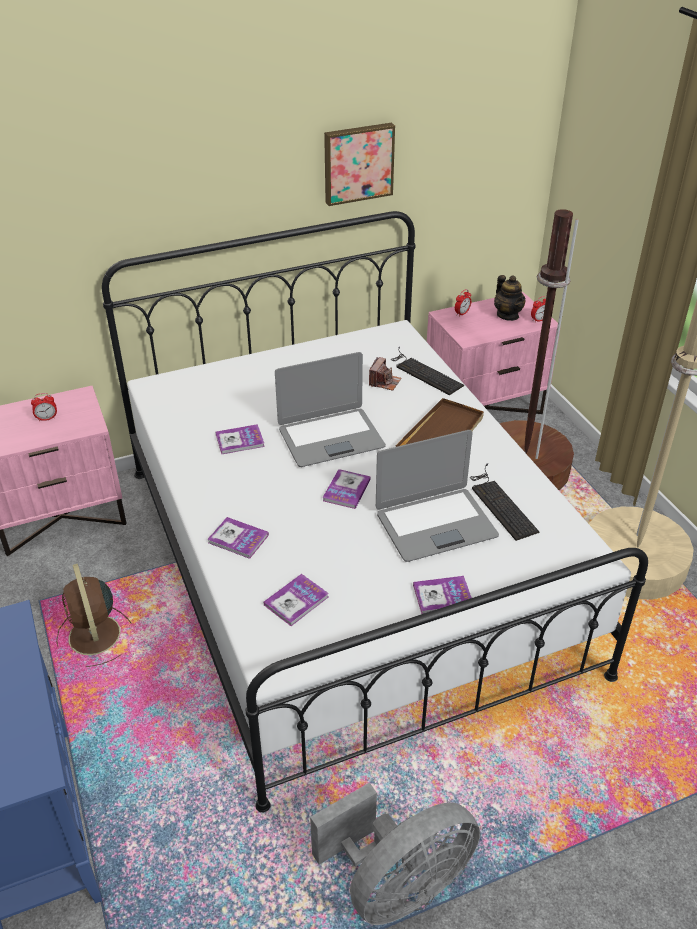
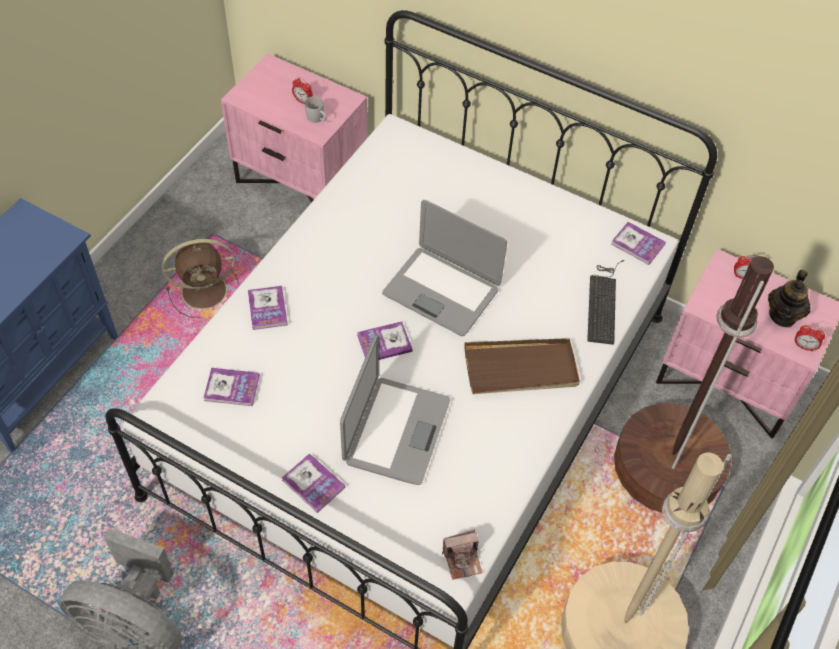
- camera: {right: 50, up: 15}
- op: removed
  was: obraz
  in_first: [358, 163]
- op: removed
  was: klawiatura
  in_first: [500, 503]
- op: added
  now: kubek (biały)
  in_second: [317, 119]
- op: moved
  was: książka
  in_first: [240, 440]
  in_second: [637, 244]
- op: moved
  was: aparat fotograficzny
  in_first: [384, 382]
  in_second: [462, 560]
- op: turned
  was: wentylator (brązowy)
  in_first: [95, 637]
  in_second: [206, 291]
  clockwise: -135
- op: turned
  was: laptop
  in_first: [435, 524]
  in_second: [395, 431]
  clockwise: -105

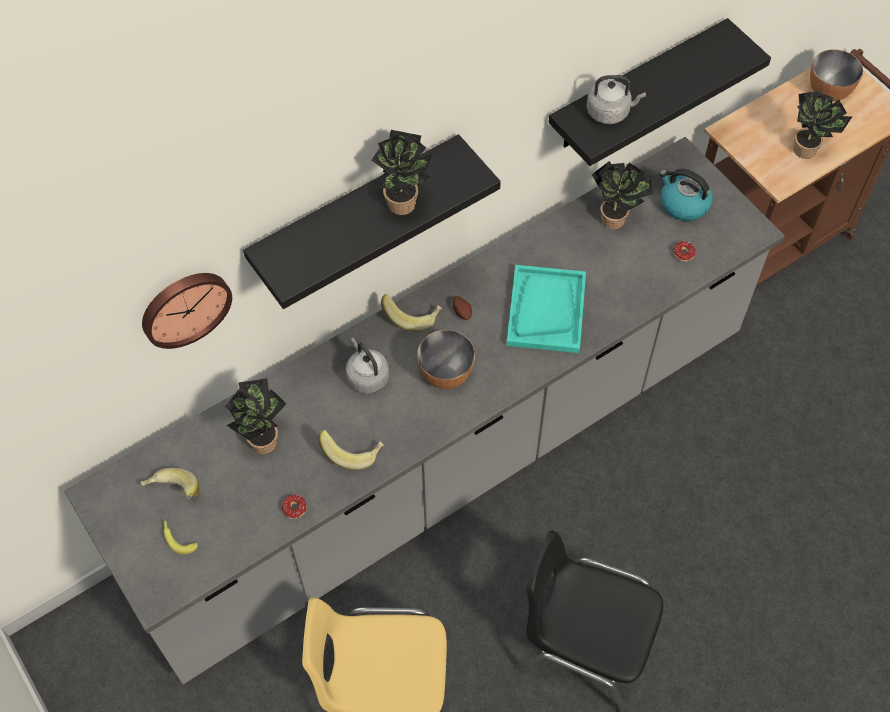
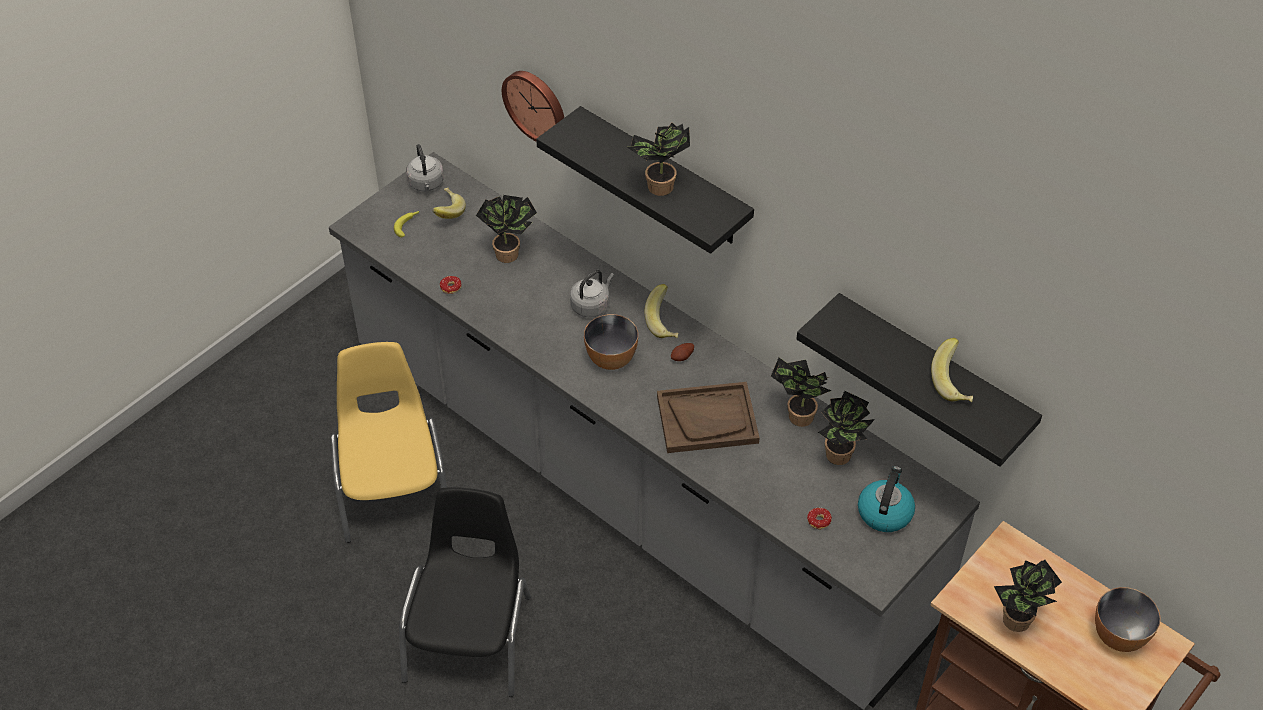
- camera: {right: 75, up: -10}
- op: added
  now: roślina doniczkowa
  in_second: [797, 416]
- op: moved
  was: banan
  in_first: [352, 452]
  in_second: [954, 383]
- op: moved
  was: czajnik (szary)
  in_first: [610, 112]
  in_second: [426, 184]
- op: recoloured
  was: taca (turkusowy)
  now: taca (brązowy)
  in_first: [546, 310]
  in_second: [707, 419]

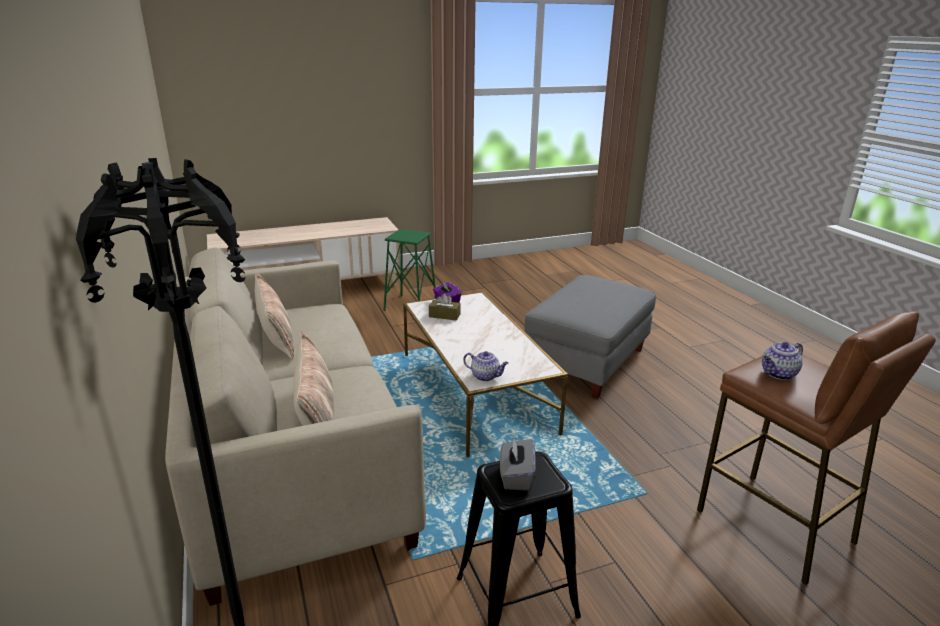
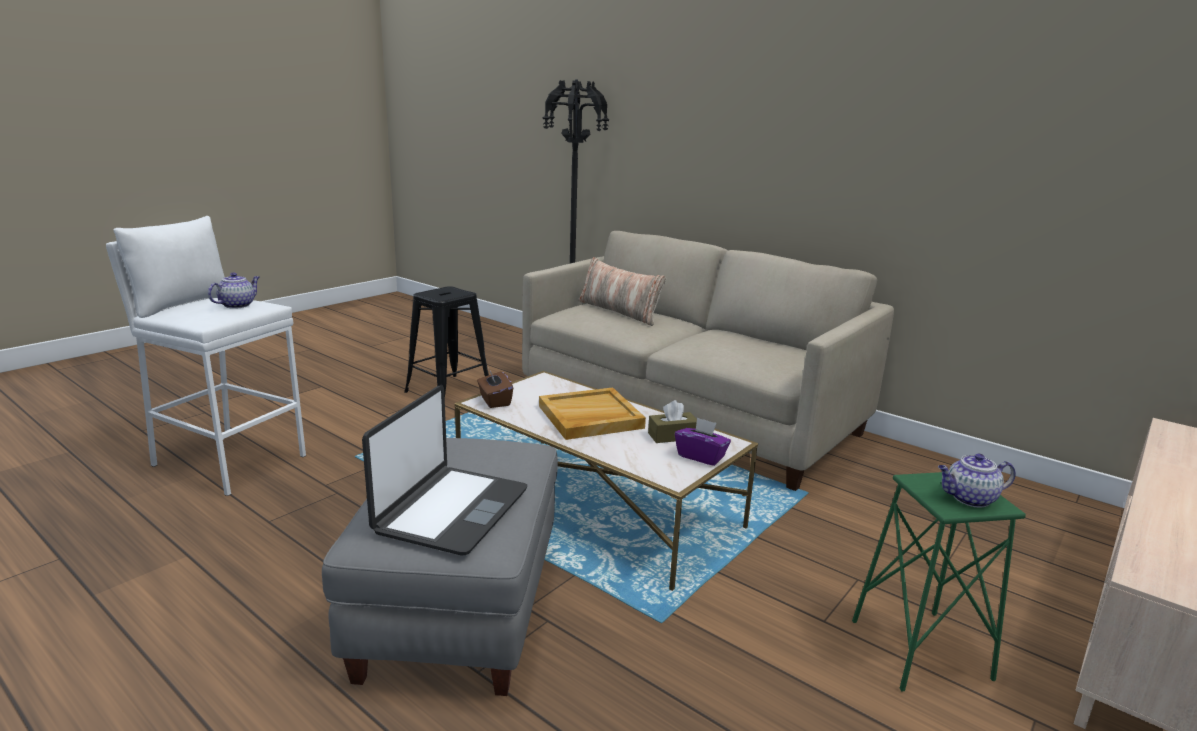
- camera: {right: 150, up: -5}
- op: removed
  was: poduszka
  in_first: [275, 335]
- op: removed
  was: pudełko chusteczek (szary)
  in_first: [516, 476]
- op: added
  now: laptop
  in_second: [451, 510]
- op: added
  now: pudełko chusteczek (brązowy)
  in_second: [494, 401]
- op: added
  now: taca (beżowy)
  in_second: [590, 417]
- op: moved
  was: imbryk
  in_first: [486, 376]
  in_second: [969, 499]
- op: recoloured
  was: stołek (brązowy)
  now: stołek (biały)
  in_first: [775, 526]
  in_second: [229, 460]

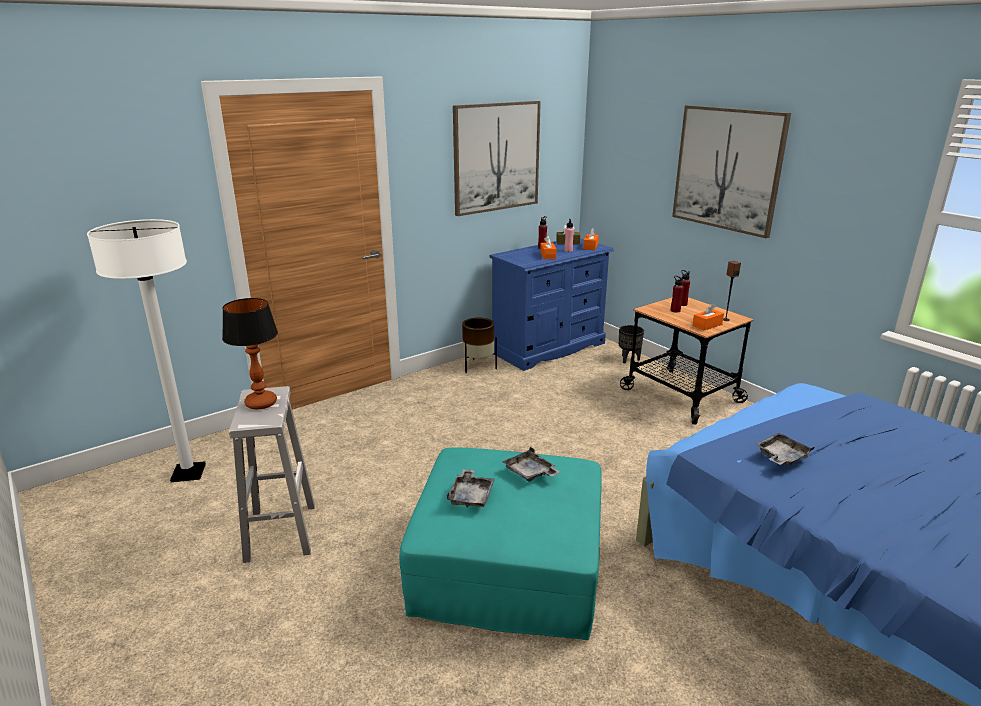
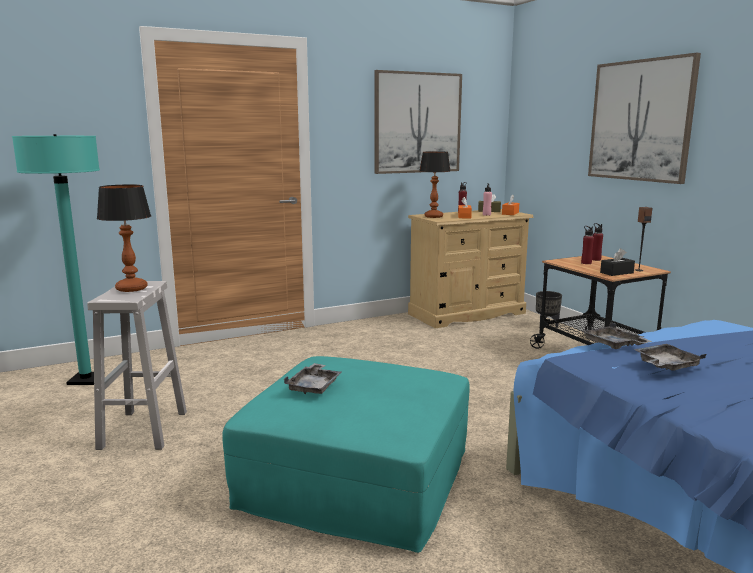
- camera: {right: 10, up: -10}
- op: removed
  was: donica (brązowy)
  in_first: [478, 367]
- op: added
  now: lampa stołowa
  in_second: [434, 216]
- op: moved
  was: taca (szary)
  in_first: [530, 473]
  in_second: [614, 345]
- op: recoloured
  was: lampa stojąca (biały)
  now: lampa stojąca (turkusowy)
  in_first: [188, 473]
  in_second: [86, 380]
- op: recoloured
  was: komoda (niebieski)
  now: komoda (beżowy)
  in_first: [549, 348]
  in_second: [467, 313]
- op: recoloured
  was: pudełko chusteczek (pomarańczowy)
  now: pudełko chusteczek (czarny)
  in_first: [707, 325]
  in_second: [616, 273]

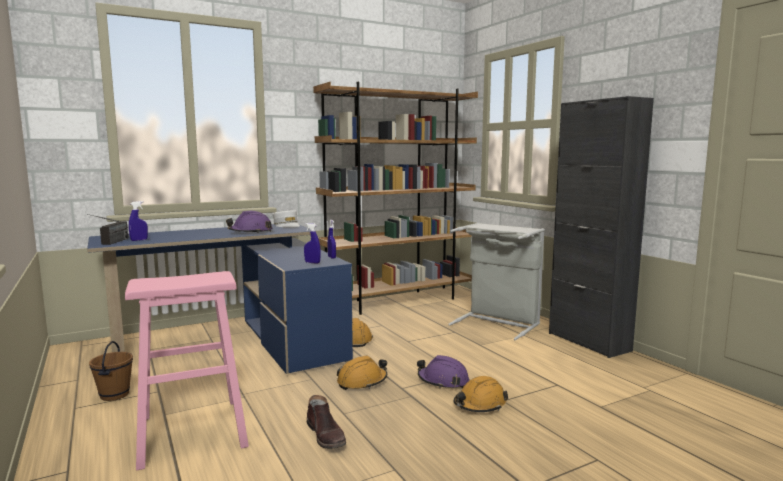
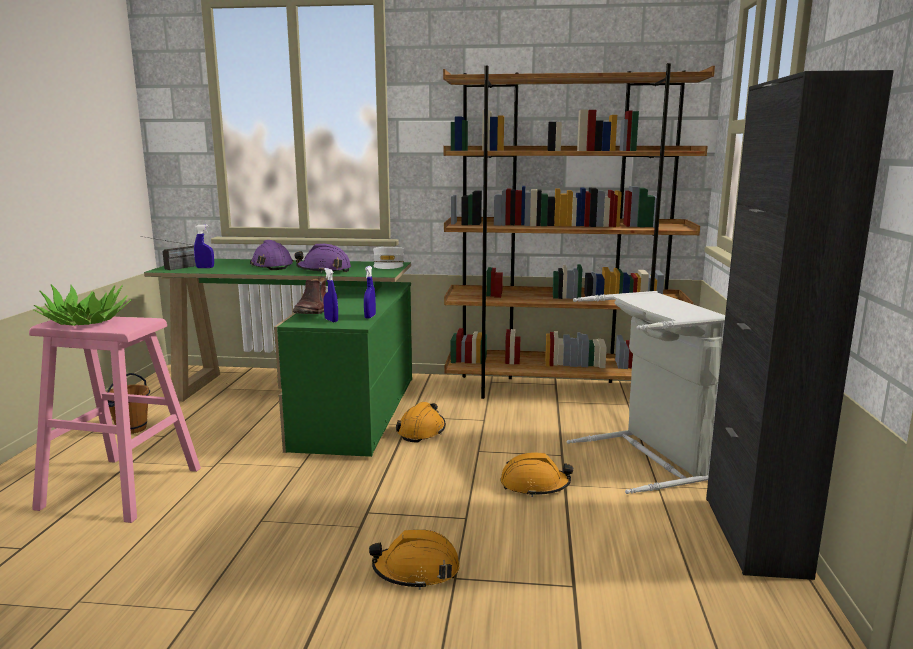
- camera: {right: 35, up: 5}
- op: added
  now: roślina doniczkowa
  in_second: [86, 321]
- op: moved
  was: but z cholewką (brązowy)
  in_first: [326, 435]
  in_second: [313, 310]
- op: moved
  was: kask (pomarańczowy)
  in_first: [362, 382]
  in_second: [534, 485]
- op: moved
  was: kask (fioletowy)
  in_first: [443, 381]
  in_second: [271, 266]
- op: recoloured
  was: biurko (niebieski)
  now: biurko (zielony)
  in_first: [238, 342]
  in_second: [305, 401]

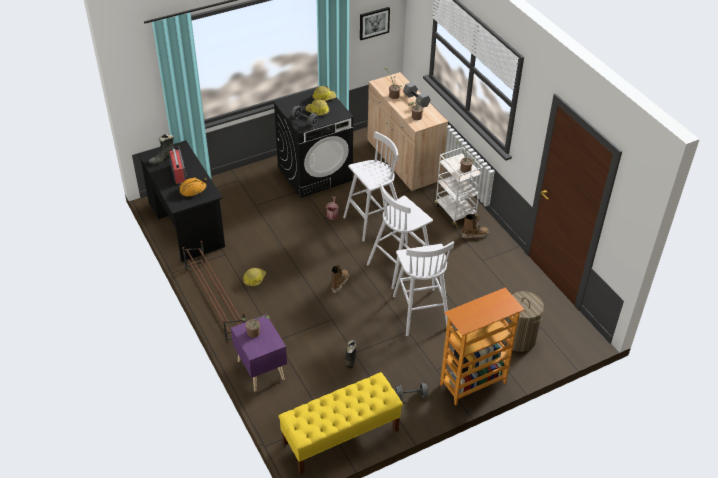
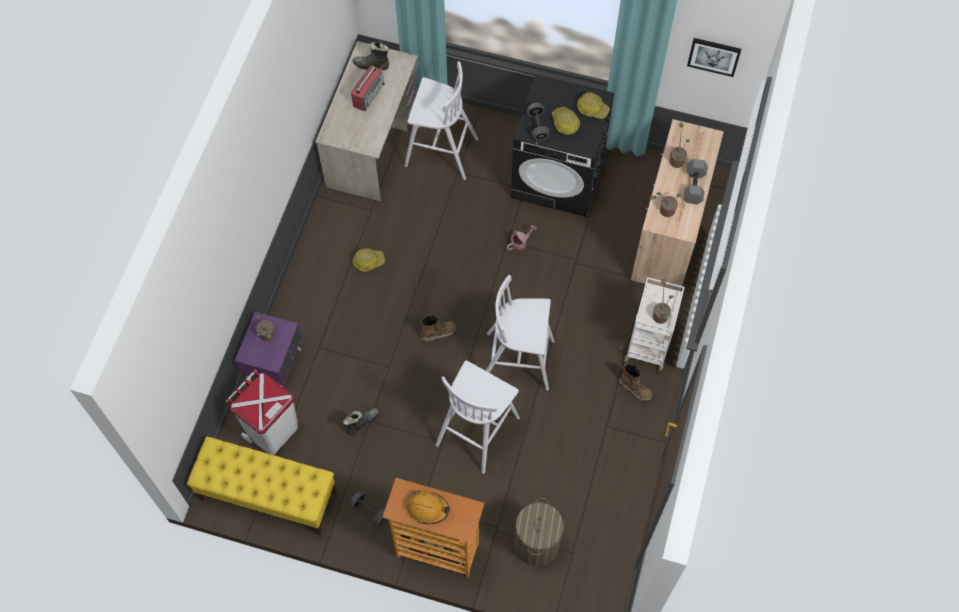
- camera: {right: 45, up: 20}
- op: removed
  was: regał na buty (brązowy)
  in_first: [215, 301]
- op: added
  now: kosz na śmieci (biały)
  in_second: [272, 431]
- op: moved
  was: kask (pomarańczowy)
  in_first: [193, 190]
  in_second: [428, 508]
- op: moved
  was: stołek (biały)
  in_first: [373, 221]
  in_second: [440, 152]
- op: recoloured
  was: biurko (czarny)
  now: biurko (beżowy)
  in_first: [186, 224]
  in_second: [372, 144]

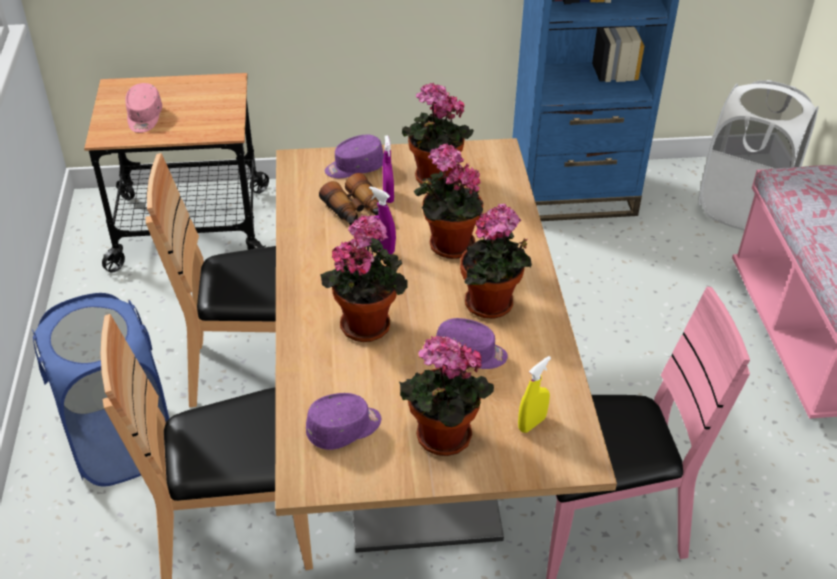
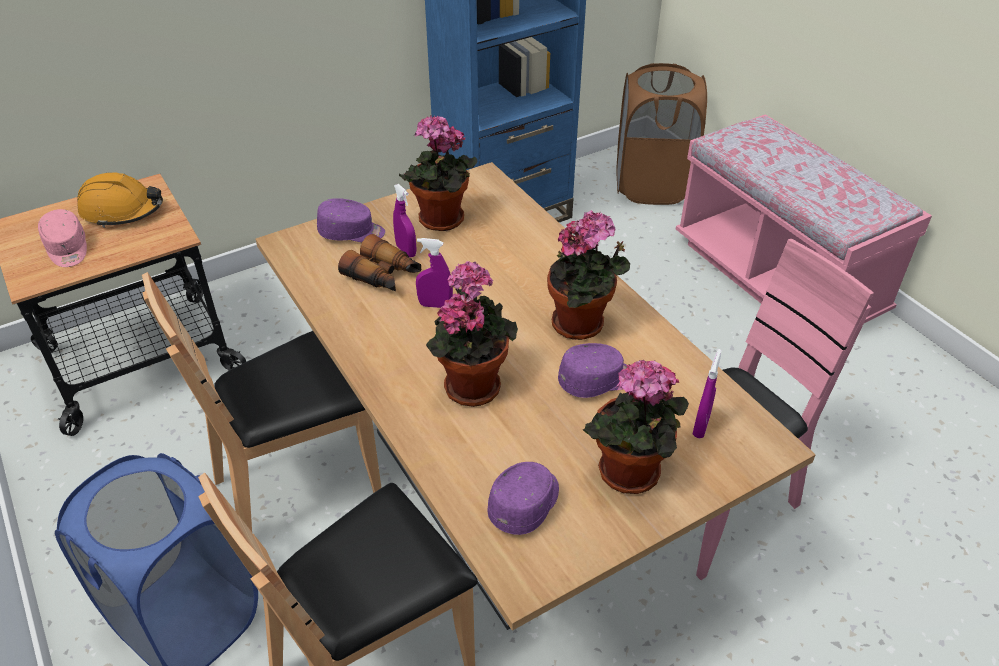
- camera: {right: -25, up: 0}
- op: removed
  was: roślina doniczkowa
  in_first: [447, 245]
- op: added
  now: kask (pomarańczowy)
  in_second: [122, 211]
- op: recoloured
  was: spryskiwacz (żółty)
  now: spryskiwacz (fioletowy)
  in_first: [531, 423]
  in_second: [700, 426]
- op: recoloured
  was: kosz na pranie (biały)
  now: kosz na pranie (brązowy)
  in_first: [742, 207]
  in_second: [652, 186]
- op: turned
  was: czapka z daszkiem (fioletowy)
  in_first: [354, 167]
  in_second: [352, 233]
  clockwise: -135

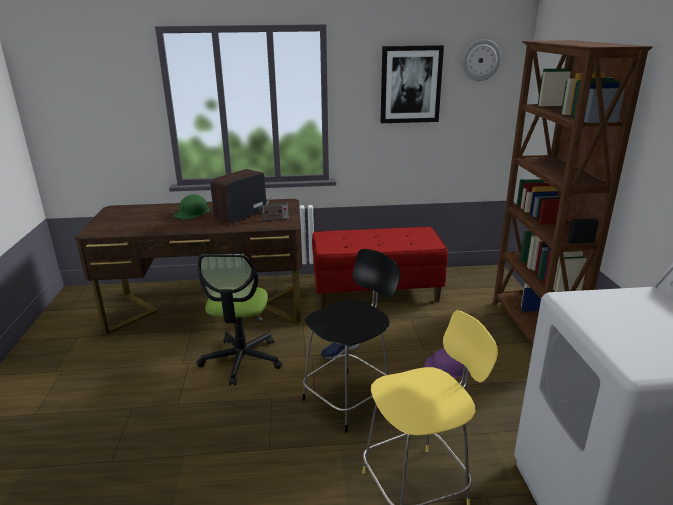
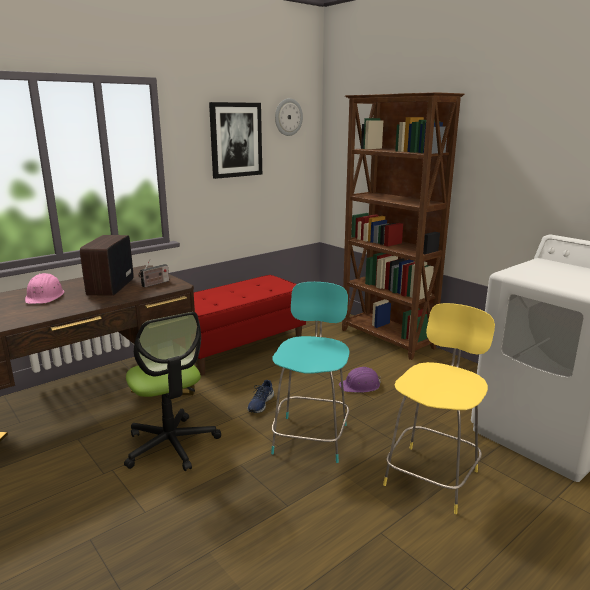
- camera: {right: -35, up: -5}
- op: recoloured
  was: kask (zielony)
  now: kask (różowy)
  in_first: [192, 213]
  in_second: [45, 296]
- op: recoloured
  was: stołek (czarny)
  now: stołek (turkusowy)
  in_first: [349, 398]
  in_second: [311, 436]

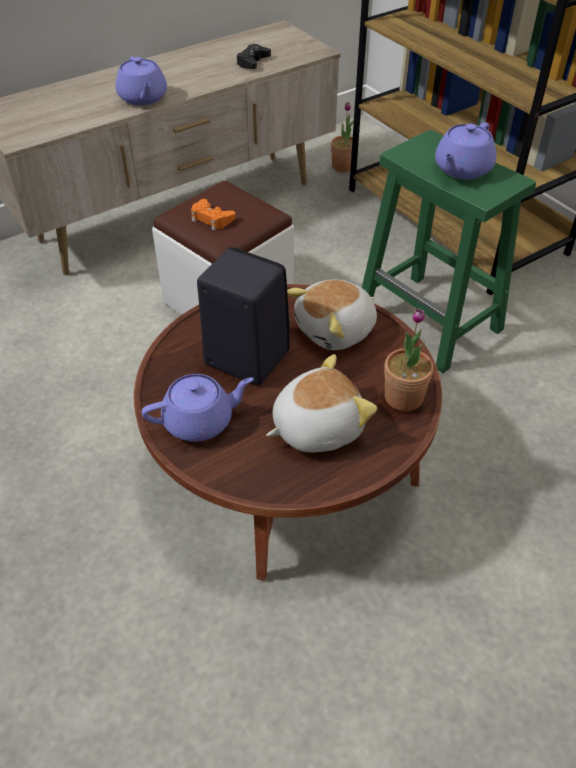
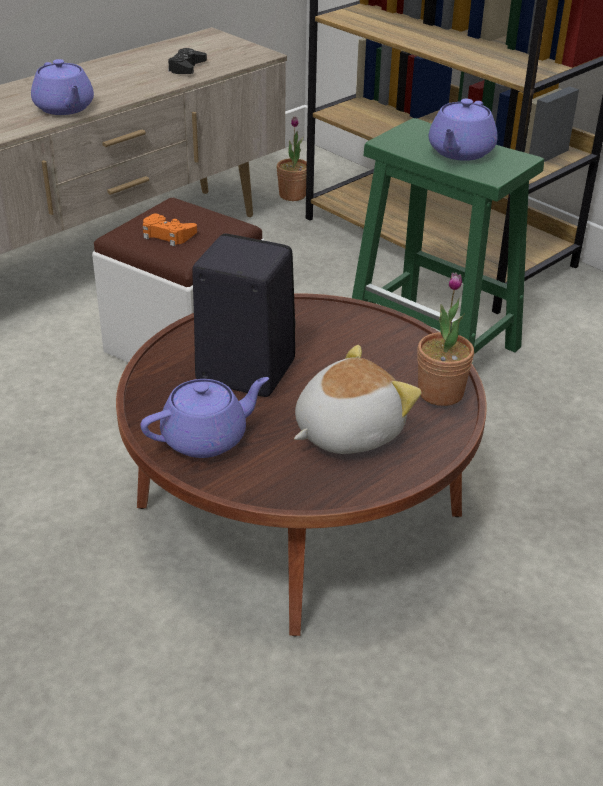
- camera: {right: -10, up: -10}
- op: removed
  was: pluszak
  in_first: [336, 330]

